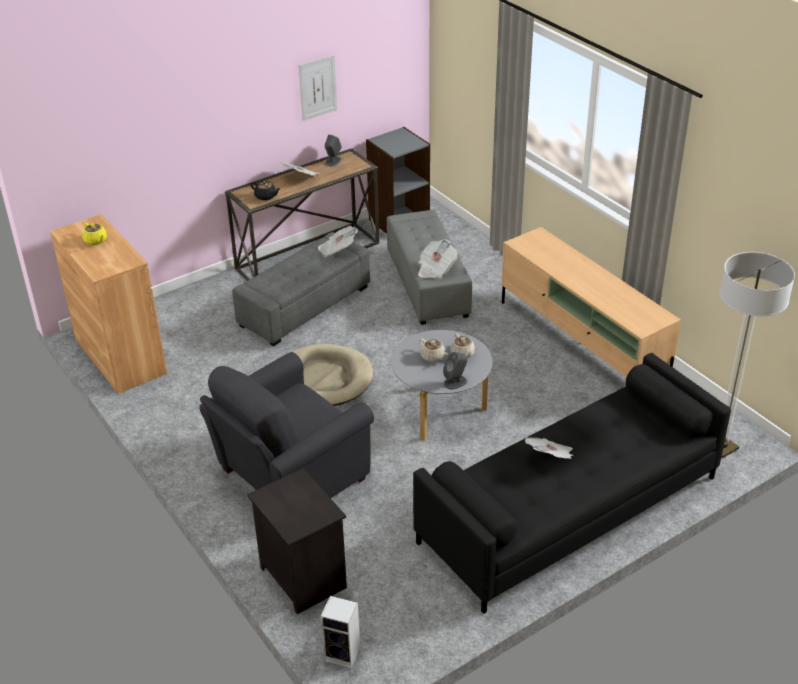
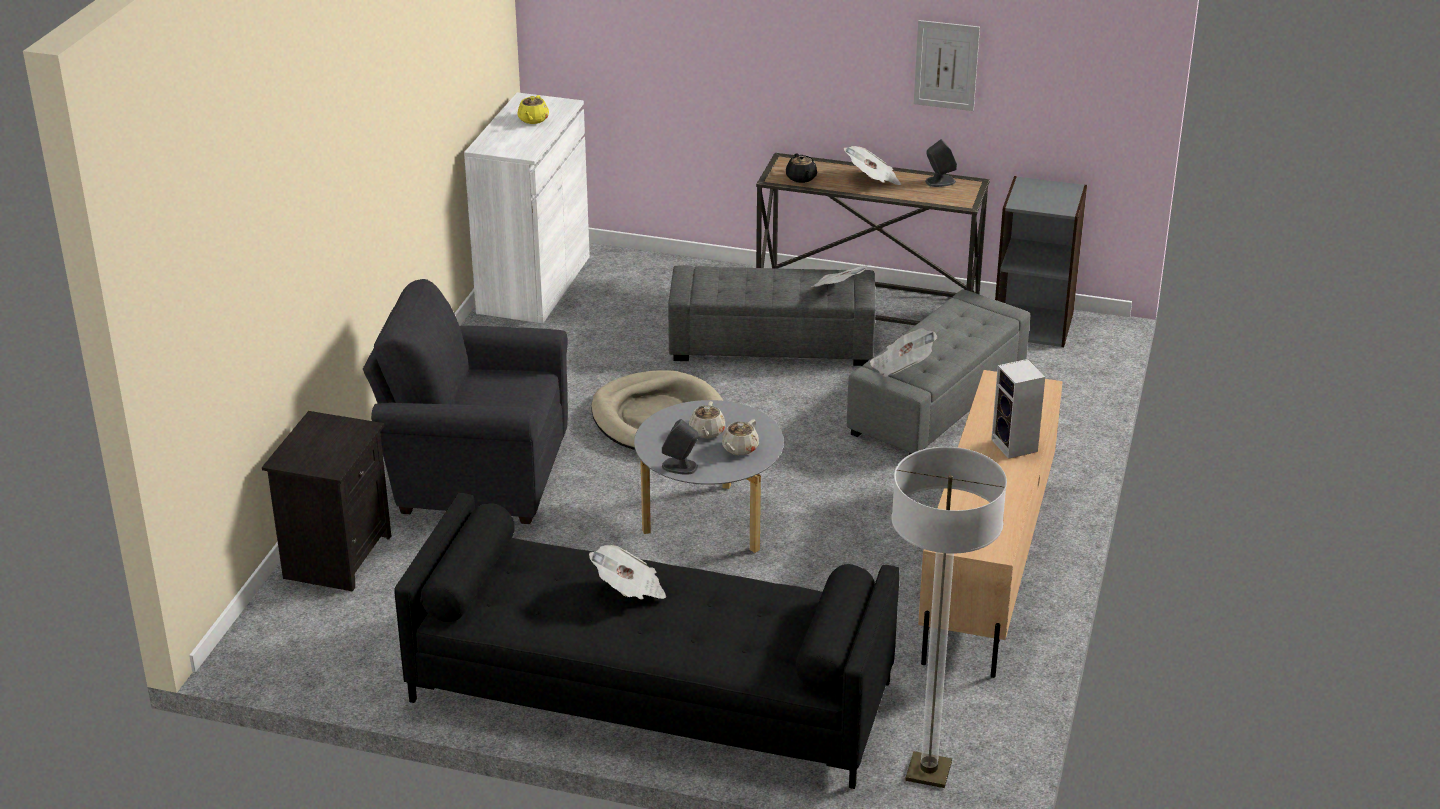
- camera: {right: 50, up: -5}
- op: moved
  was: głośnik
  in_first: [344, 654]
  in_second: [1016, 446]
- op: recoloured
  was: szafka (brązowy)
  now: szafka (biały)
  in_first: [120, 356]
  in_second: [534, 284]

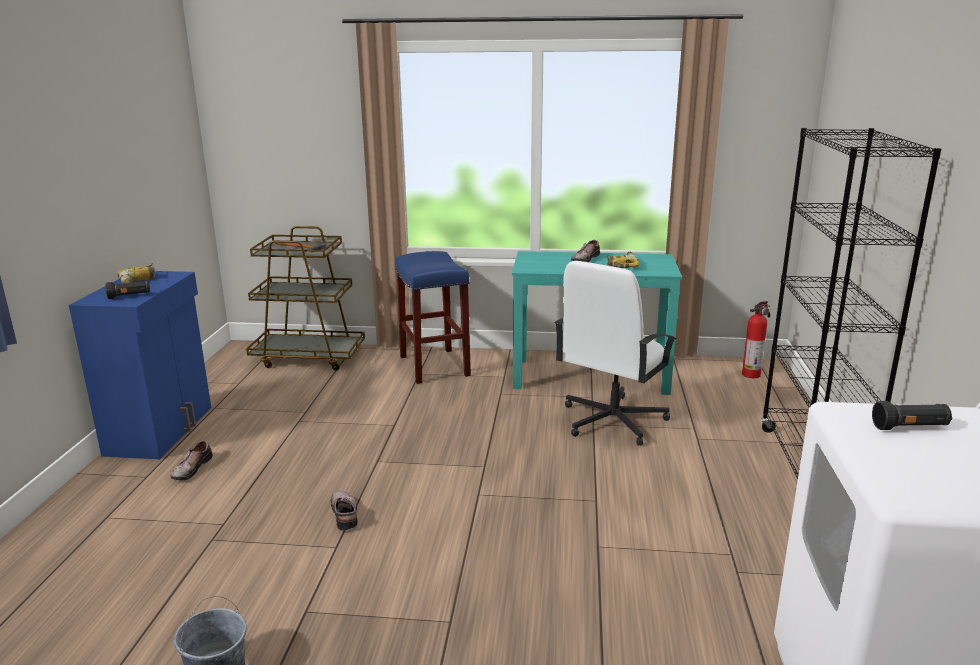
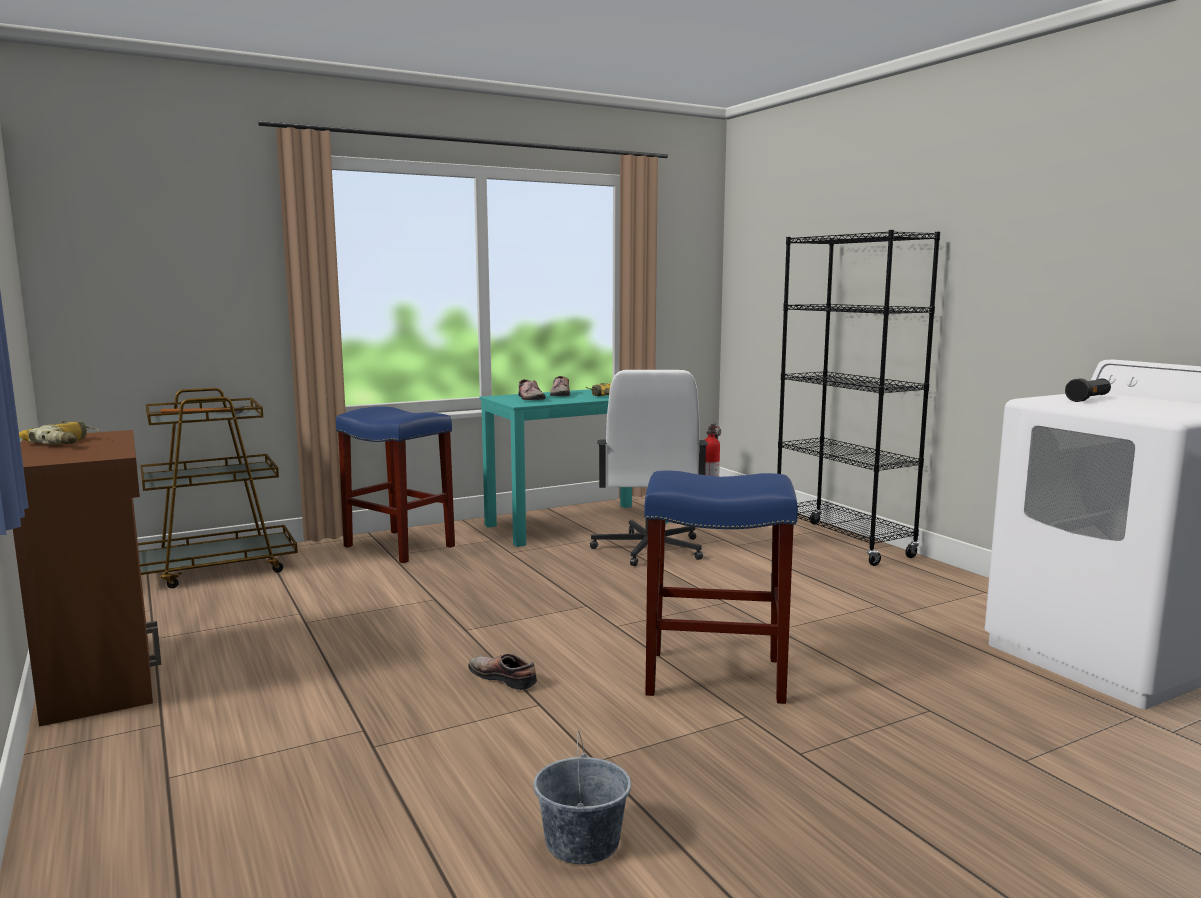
- camera: {right: -35, up: -10}
- op: removed
  was: latarka (czarny)
  in_first: [130, 296]
- op: added
  now: stołek (niebieski)
  in_second: [717, 676]
- op: moved
  was: but
  in_first: [190, 468]
  in_second: [529, 398]
- op: recoloured
  was: szafka (niebieski)
  now: szafka (brązowy)
  in_first: [162, 430]
  in_second: [103, 677]

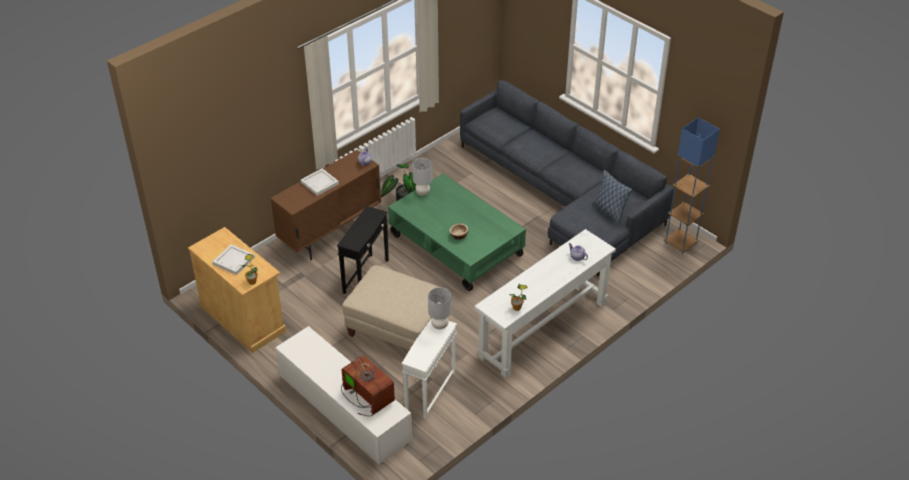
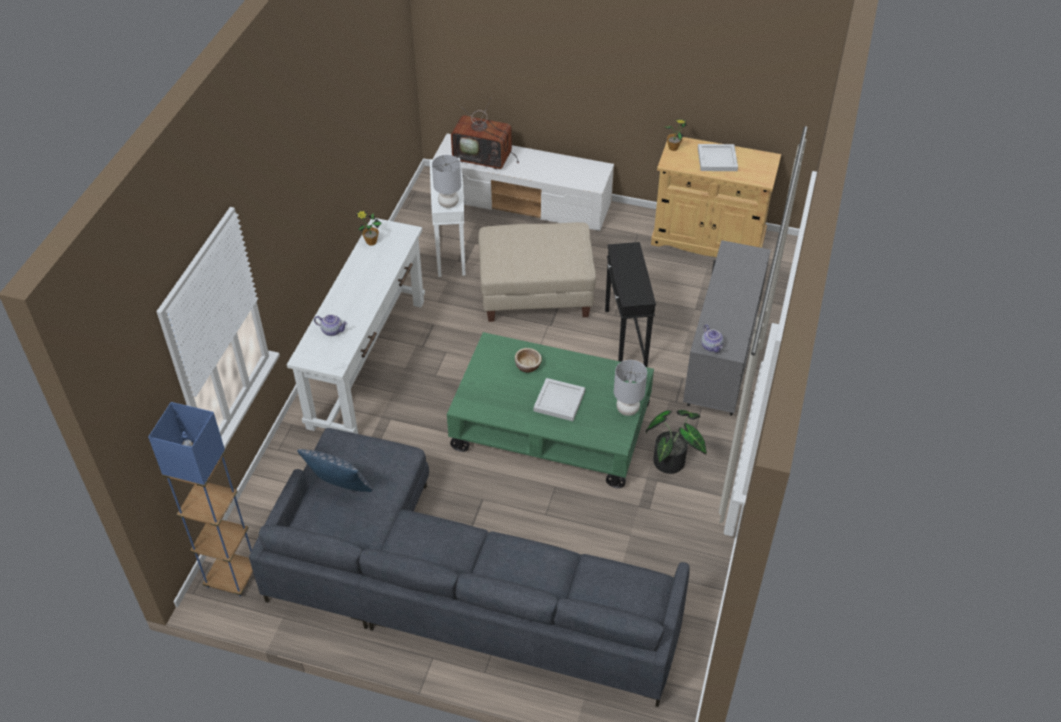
- camera: {right: 150, up: 5}
- op: moved
  was: taca (biały)
  in_first: [319, 183]
  in_second: [559, 400]
- op: recoloured
  was: szafka (brązowy)
  now: szafka (szary)
  in_first: [330, 235]
  in_second: [719, 371]

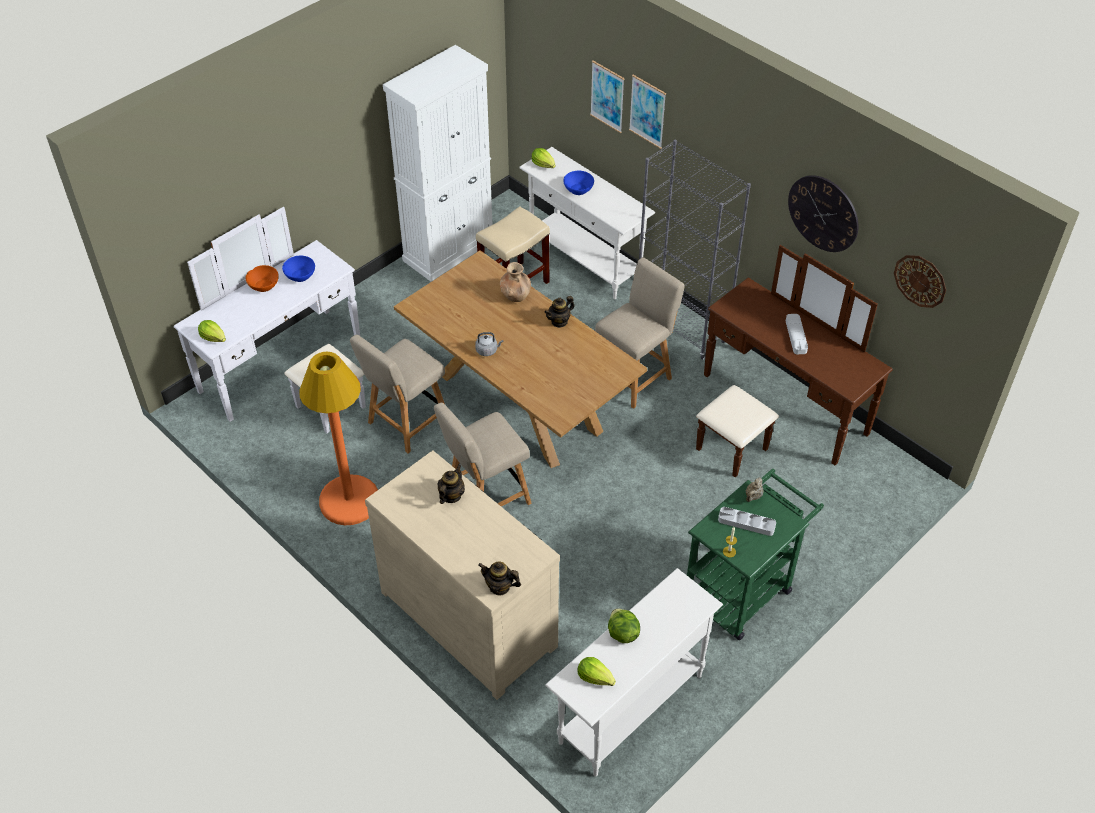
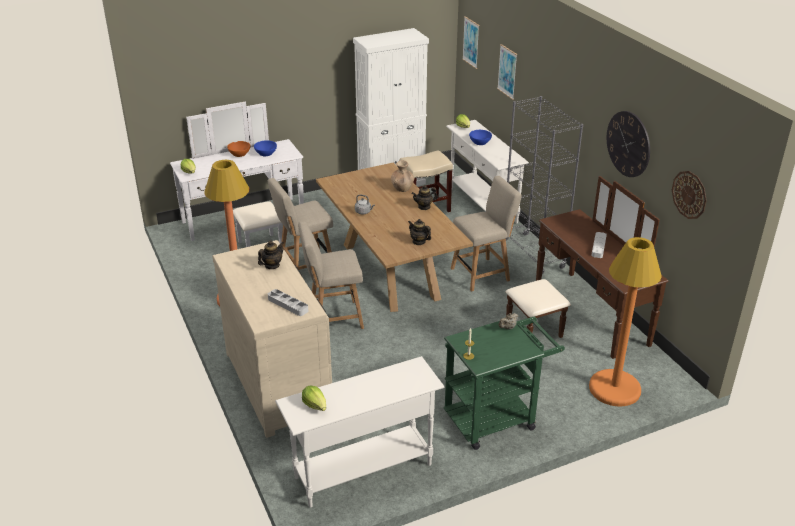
- camera: {right: 20, up: -15}
- op: removed
  was: sałata
  in_first: [622, 633]
- op: added
  now: lampa stojąca (pomarańczowy)
  in_second: [614, 389]
- op: moved
  was: imbryk
  in_first: [499, 587]
  in_second: [419, 241]
- op: moved
  was: obraz
  in_first: [647, 111]
  in_second: [471, 42]
- op: moved
  was: taca (szary)
  in_first: [746, 523]
  in_second: [288, 305]

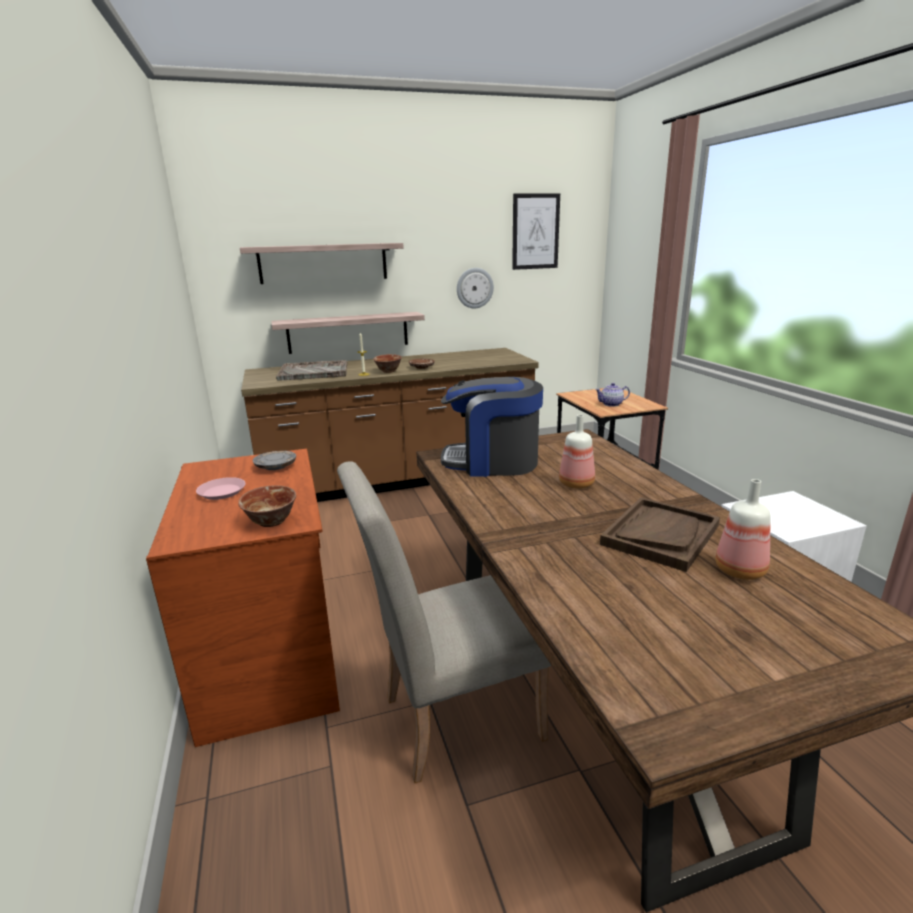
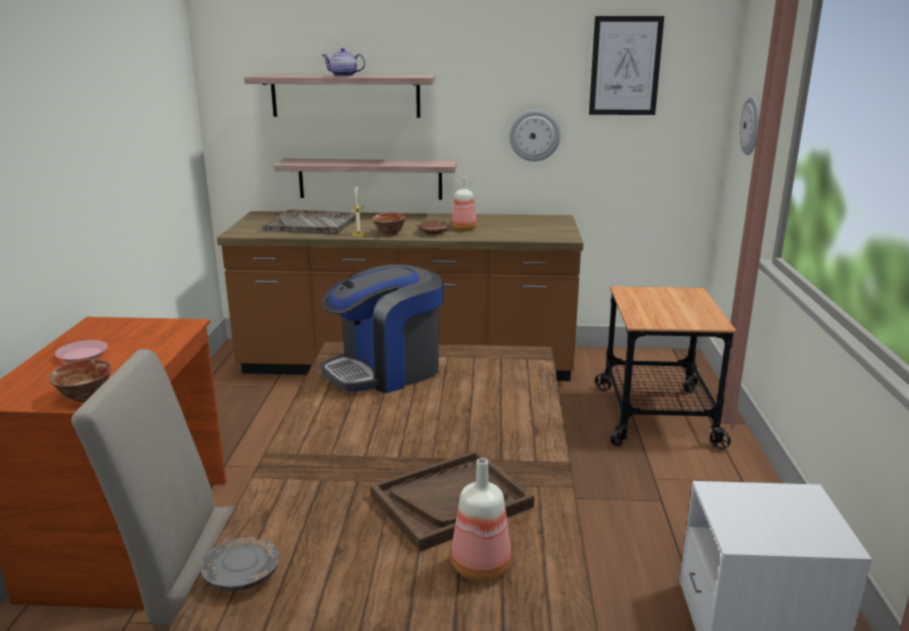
- camera: {right: 20, up: 0}
- op: added
  now: zegar ścienny
  in_second: [751, 126]
- op: moved
  was: talerz (szary)
  in_first: [275, 467]
  in_second: [241, 575]
- op: moved
  was: butelka
  in_first: [576, 484]
  in_second: [464, 228]
- op: moved
  was: imbryk
  in_first: [611, 404]
  in_second: [344, 75]
- op: turned
  was: ekspres do kawy
  in_first: [492, 462]
  in_second: [386, 370]
  clockwise: -60

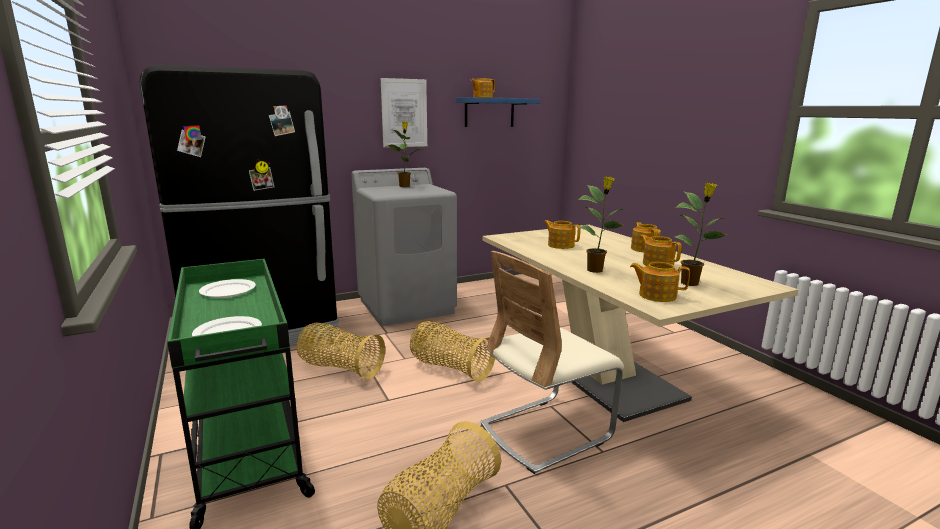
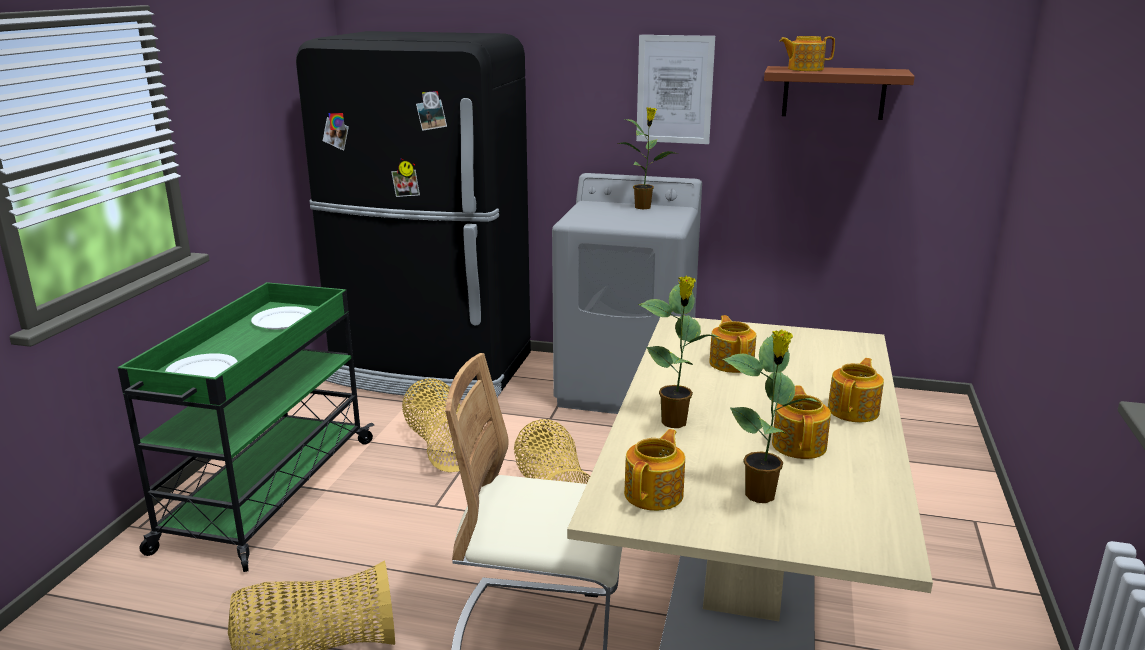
- camera: {right: 40, up: 5}
- op: recoloured
  was: półka (niebieski)
  now: półka (brązowy)
  in_first: [489, 112]
  in_second: [834, 92]
- op: turned
  was: imbryk
  in_first: [656, 295]
  in_second: [655, 494]
  clockwise: 60

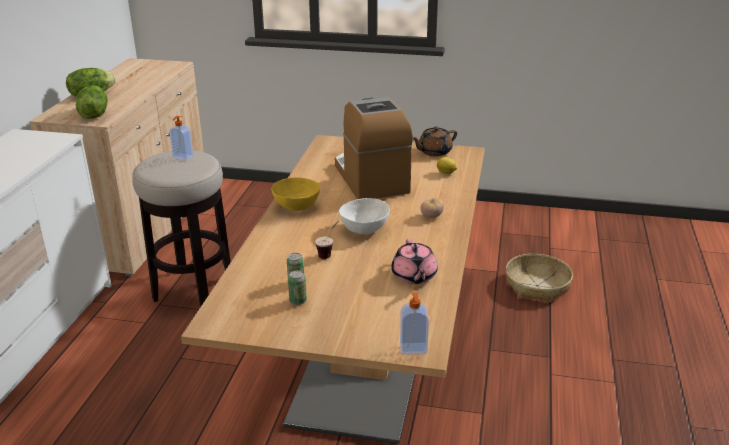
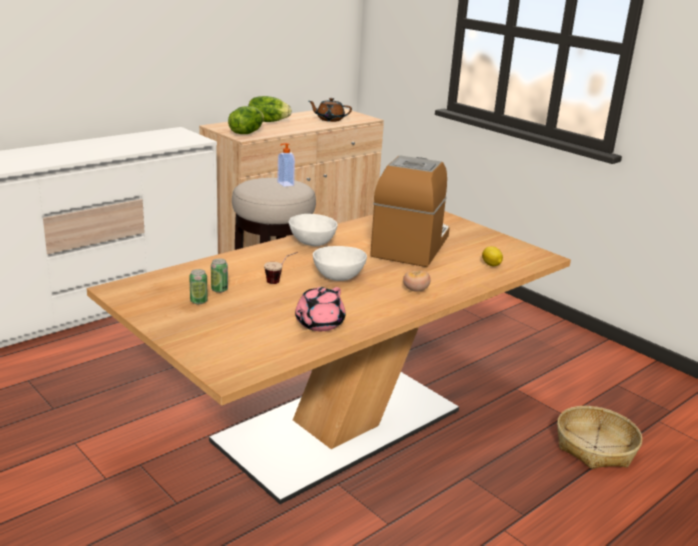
- camera: {right: 35, up: -5}
- op: removed
  was: dozownik mydła
  in_first: [413, 349]
- op: moved
  was: imbryk (brązowy)
  in_first: [434, 152]
  in_second: [329, 119]
- op: recoloured
  was: miska (żółty)
  now: miska (biały)
  in_first: [295, 206]
  in_second: [312, 242]

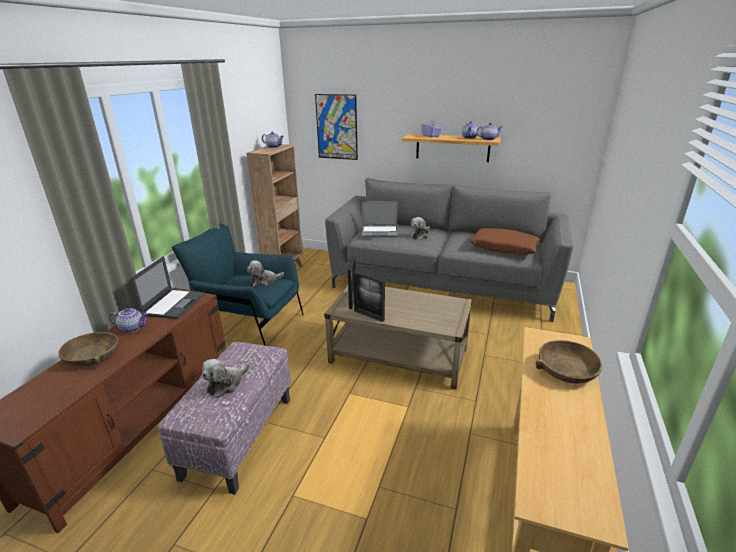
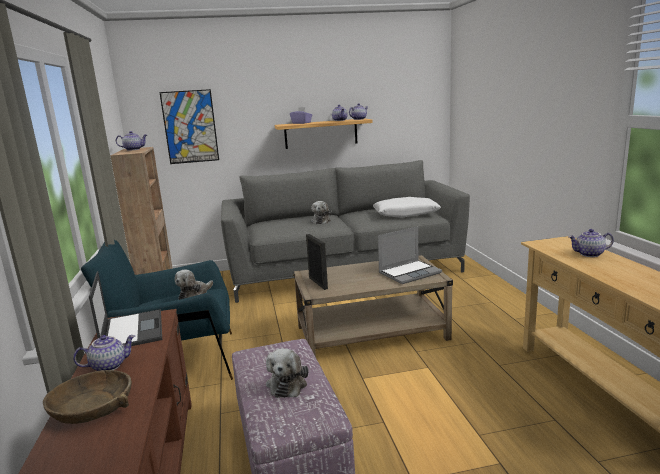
- camera: {right: -30, up: -10}
- op: removed
  was: ramka na zdjęcie
  in_first: [369, 315]
- op: moved
  was: laptop
  in_first: [380, 232]
  in_second: [410, 273]
- op: replaced
  was: miska (brązowy)
  now: imbryk
  in_first: [566, 370]
  in_second: [589, 254]
- op: recoloured
  was: poduszka (brązowy)
  now: poduszka (biały)
  in_first: [504, 248]
  in_second: [406, 214]

